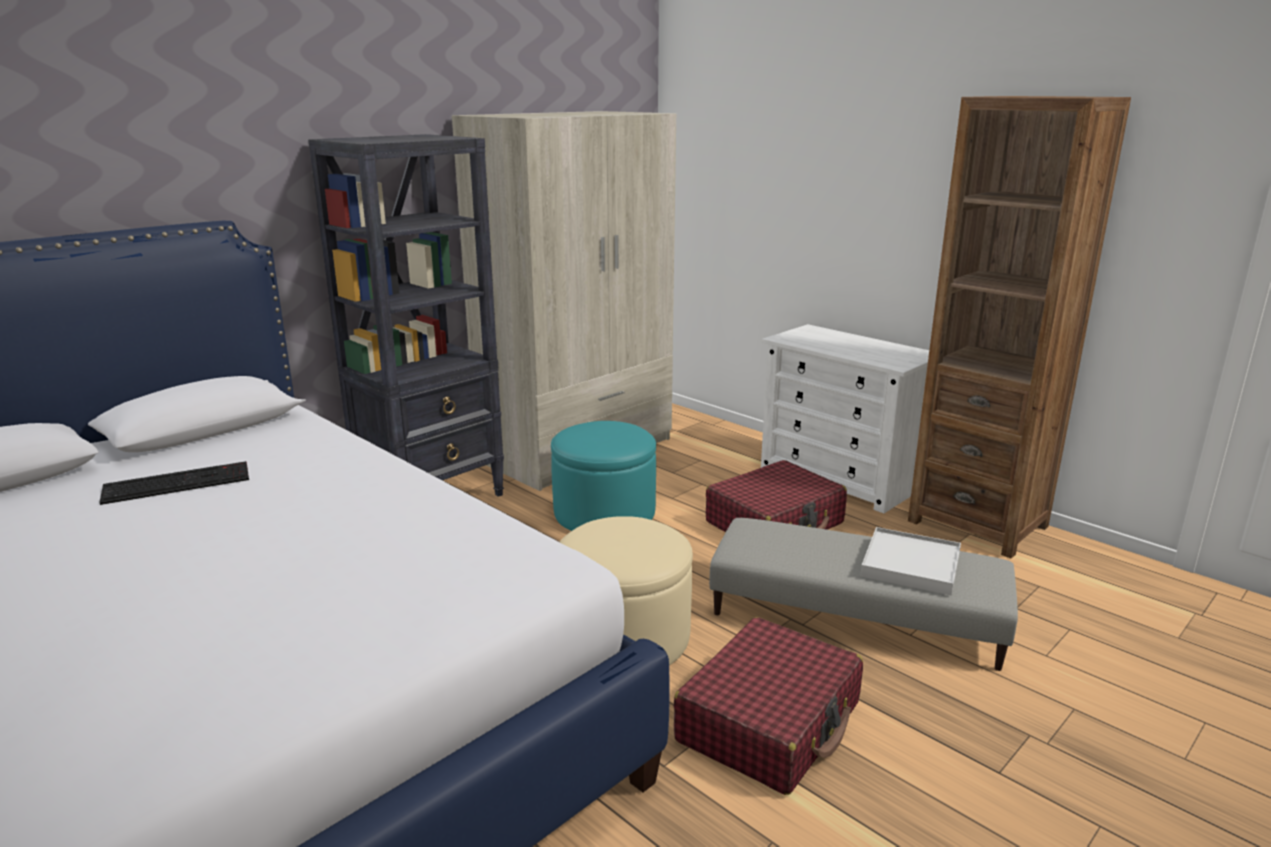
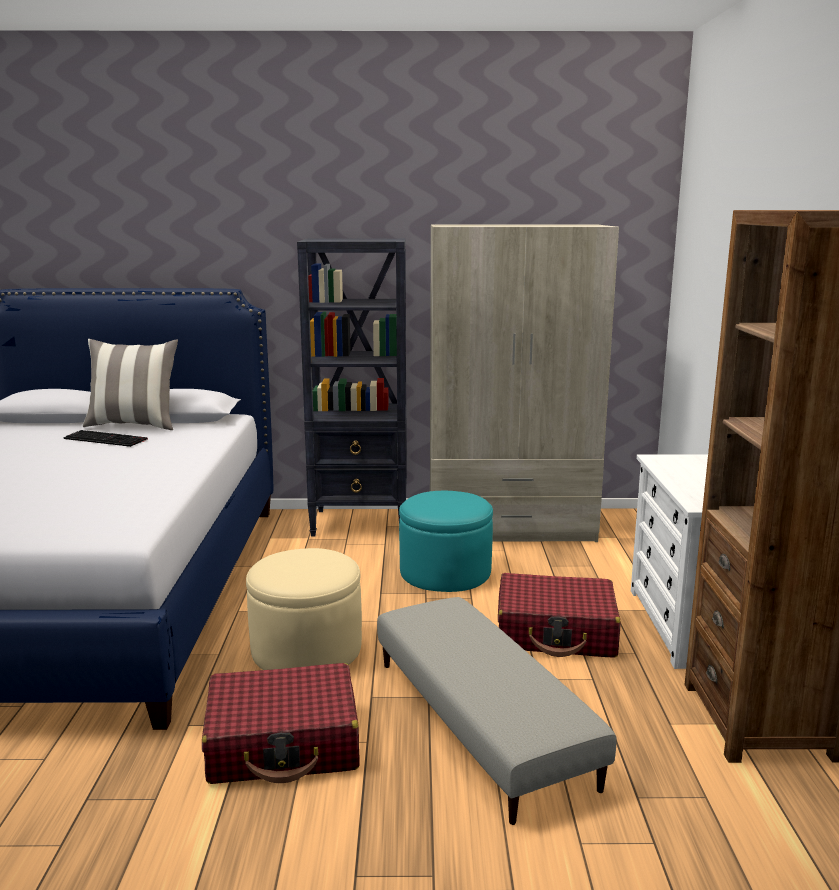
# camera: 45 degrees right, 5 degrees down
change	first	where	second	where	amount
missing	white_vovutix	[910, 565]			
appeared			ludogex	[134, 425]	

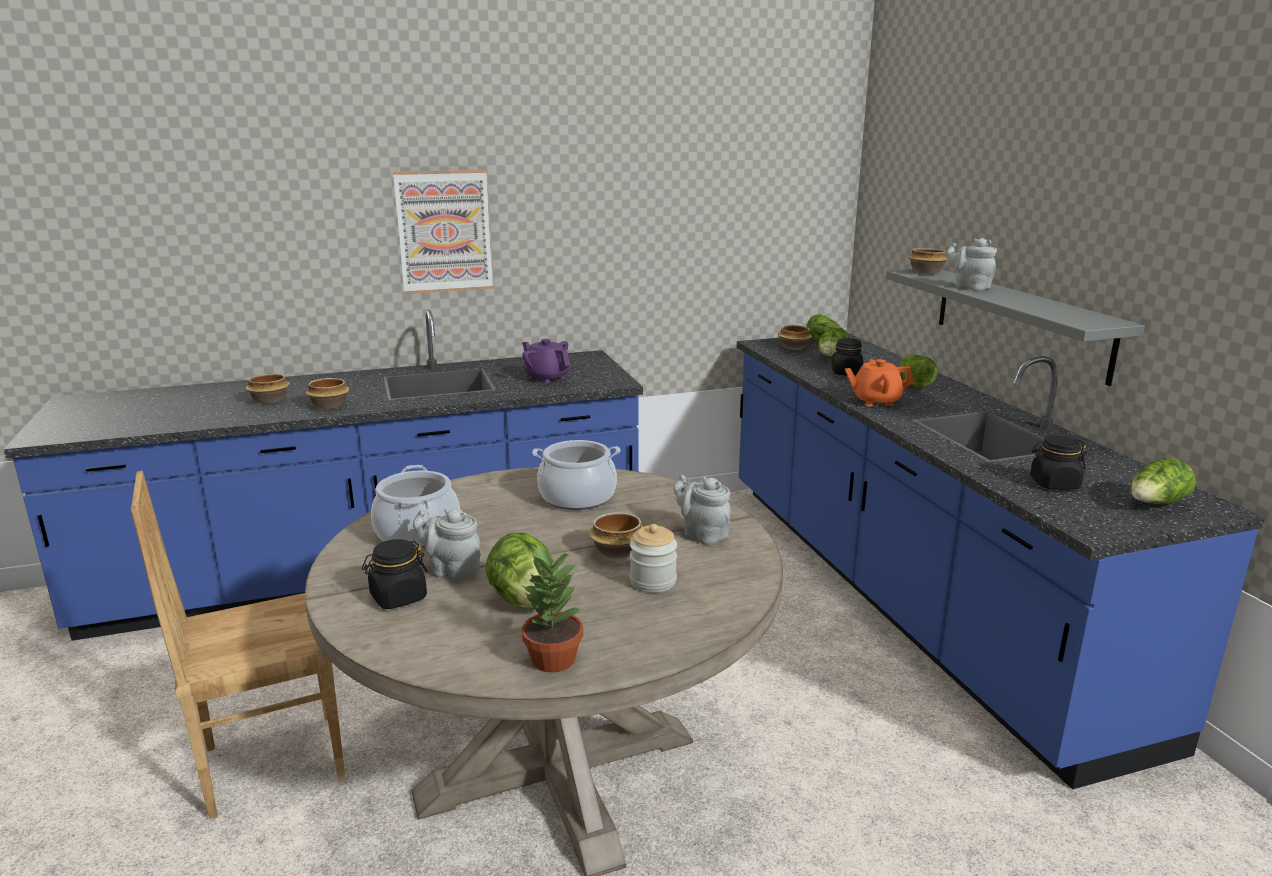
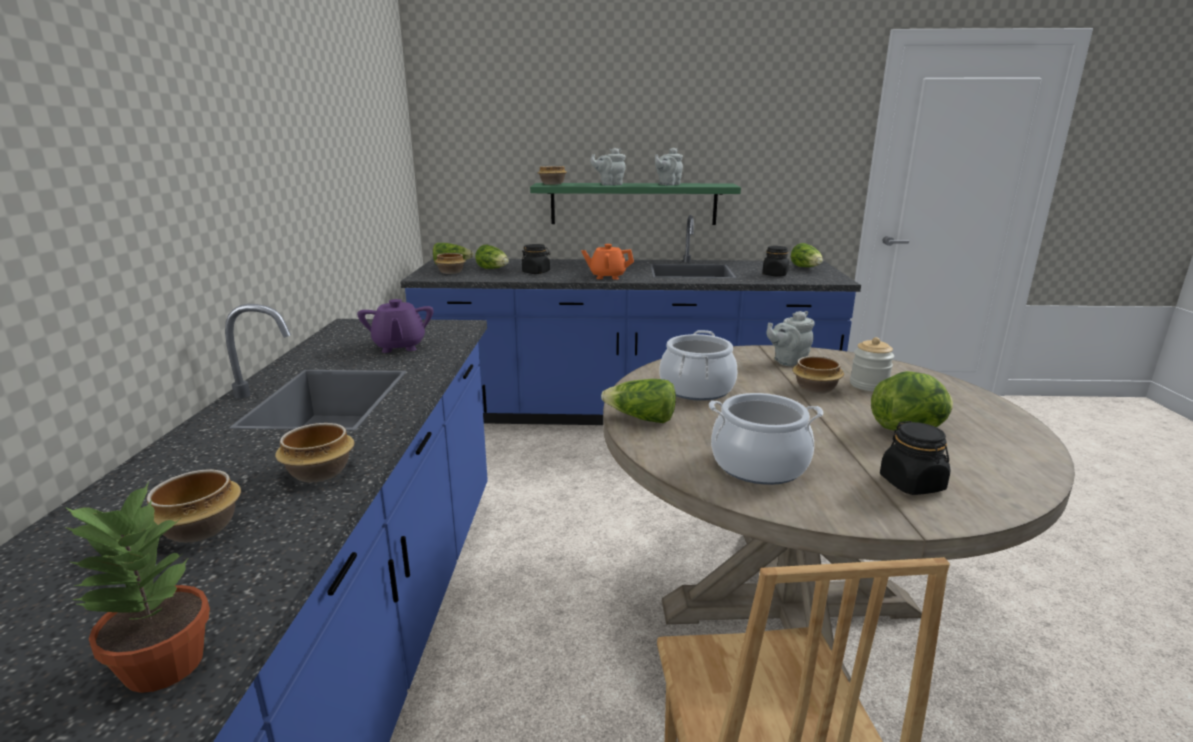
# camera: 70 degrees left, 0 degrees up
change	first	where	second	where	amount
missing	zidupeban	[444, 231]			
relocated	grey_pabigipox	[451, 570]		[668, 184]	
relocated	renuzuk	[552, 659]		[162, 666]	
relocated	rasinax	[914, 383]		[641, 419]	
colour	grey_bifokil	[1019, 322]	green_bifokil	[633, 204]	
spun	purple_pabigipox	[546, 378]		[399, 346]	75 degrees counterclockwise
spun	orange_pabigipox	[875, 401]		[607, 276]	75 degrees clockwise

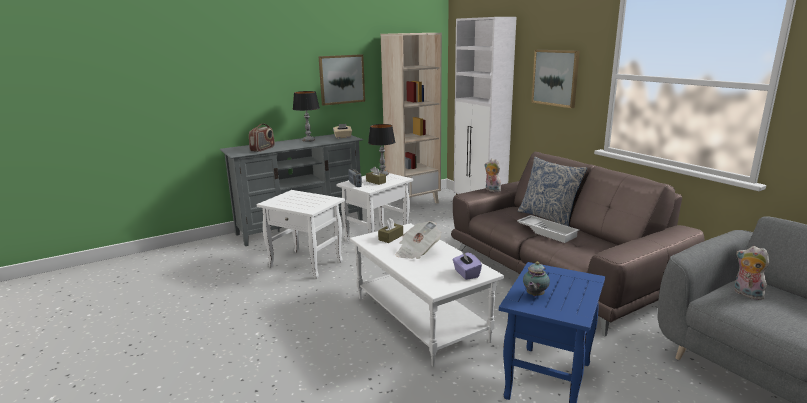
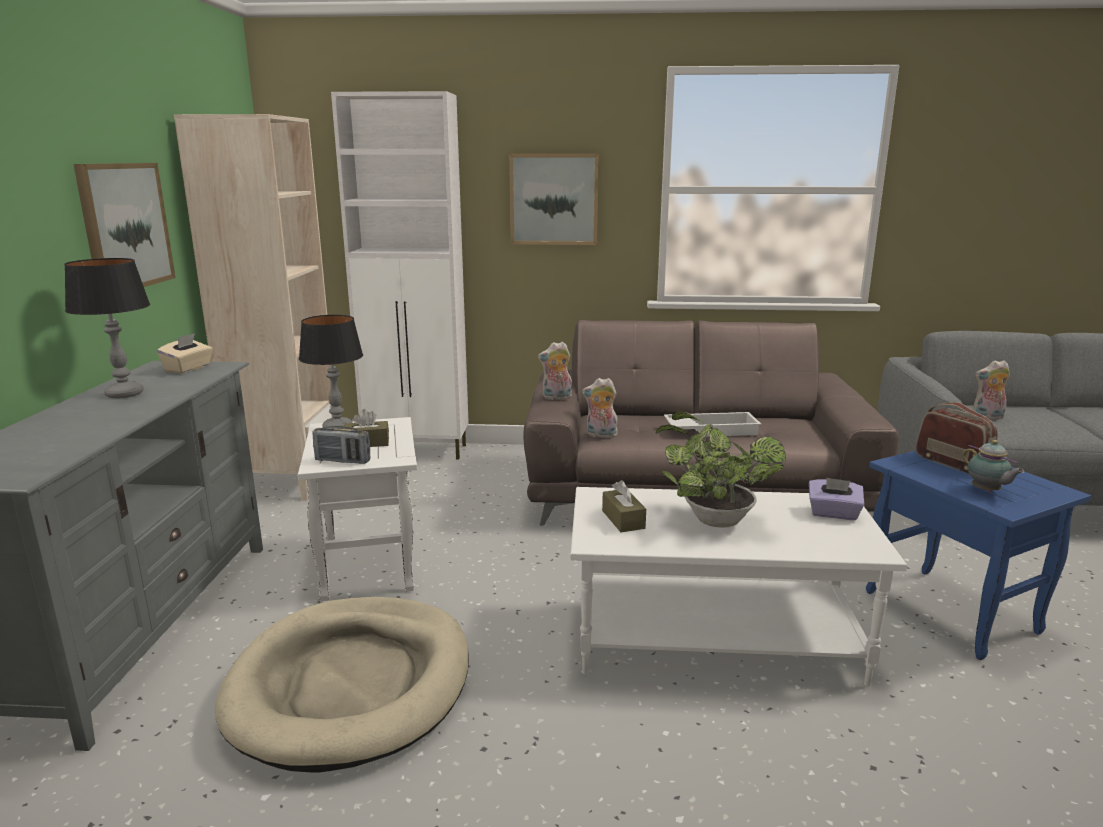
# camera: 55 degrees left, 0 degrees up
change	first	where	second	where	amount
missing	ludogex	[548, 217]			
appeared			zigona	[600, 435]	
relocated	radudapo	[263, 149]		[952, 463]	
exchanged	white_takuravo	[307, 264]	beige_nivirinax	[351, 685]	
exchanged	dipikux	[417, 252]	renuzuk	[712, 519]	

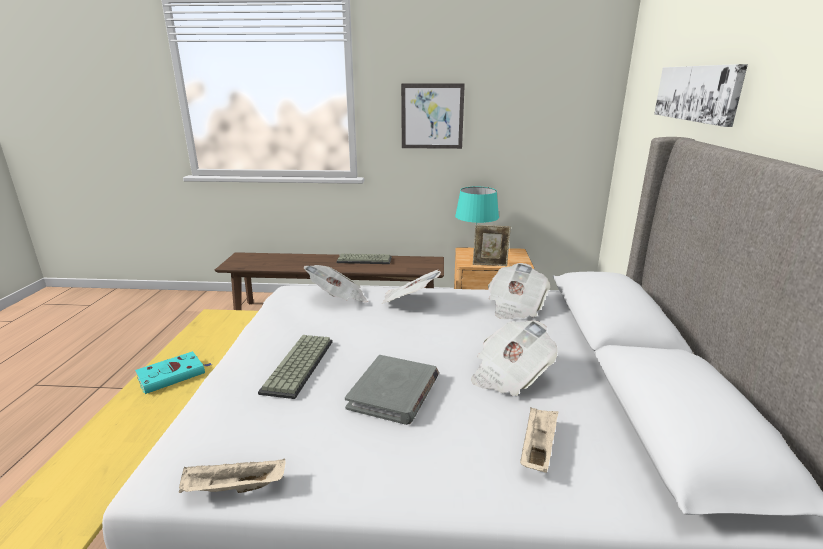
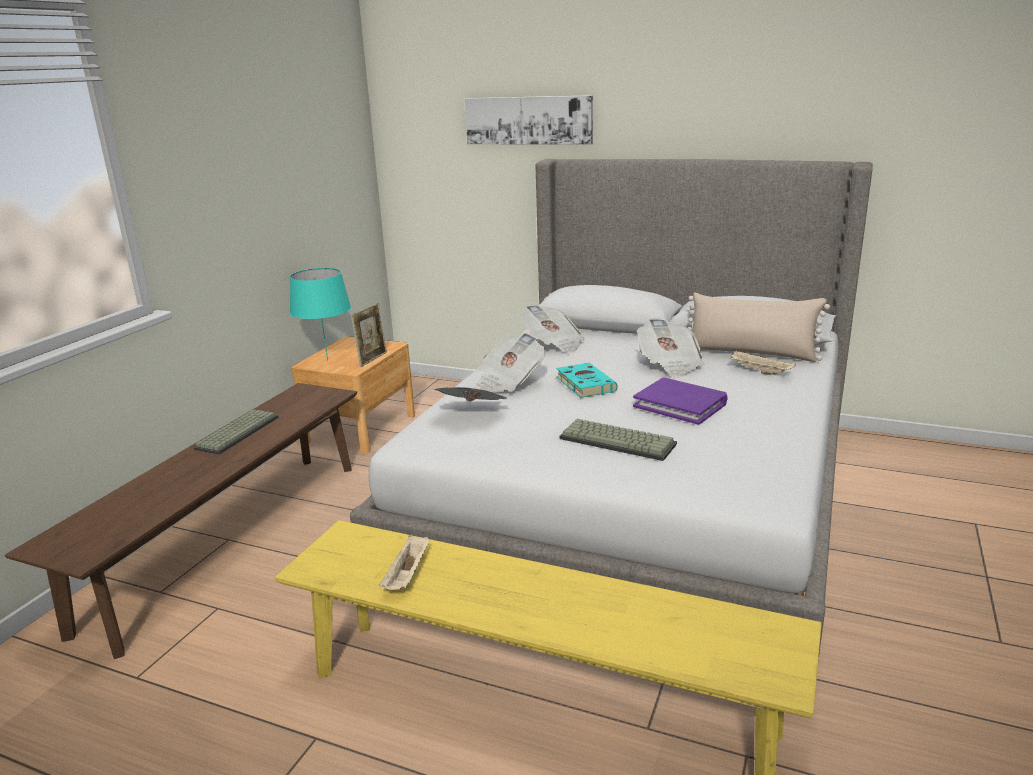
# camera: 70 degrees left, 0 degrees up
change	first	where	second	where	amount
missing	zidupeban	[432, 116]			
appeared			beige_ludogex	[751, 353]	
relocated	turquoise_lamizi	[173, 375]		[584, 383]	
relocated	beige_vovutix	[233, 489]		[407, 575]	
colour	grey_lamizi	[394, 392]	purple_lamizi	[680, 404]	

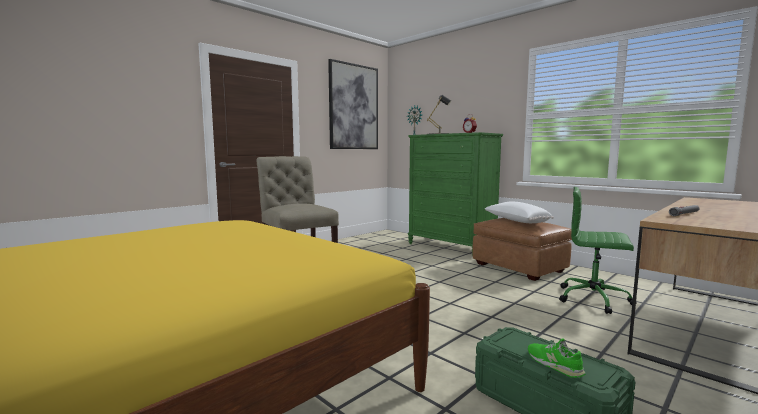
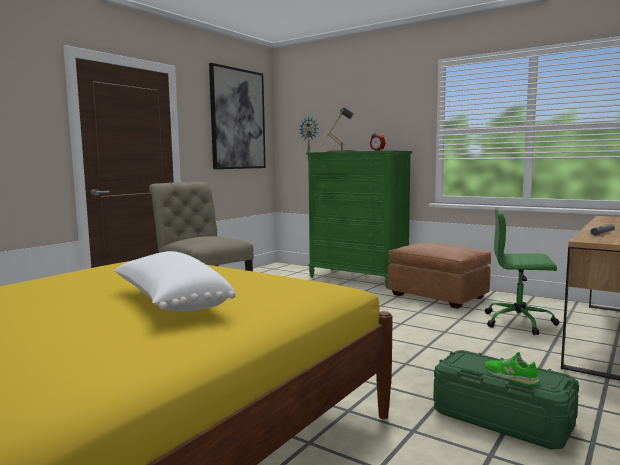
# camera: 10 degrees left, 0 degrees up
change	first	where	second	where	amount
relocated	white_ludogex	[516, 221]		[170, 302]	

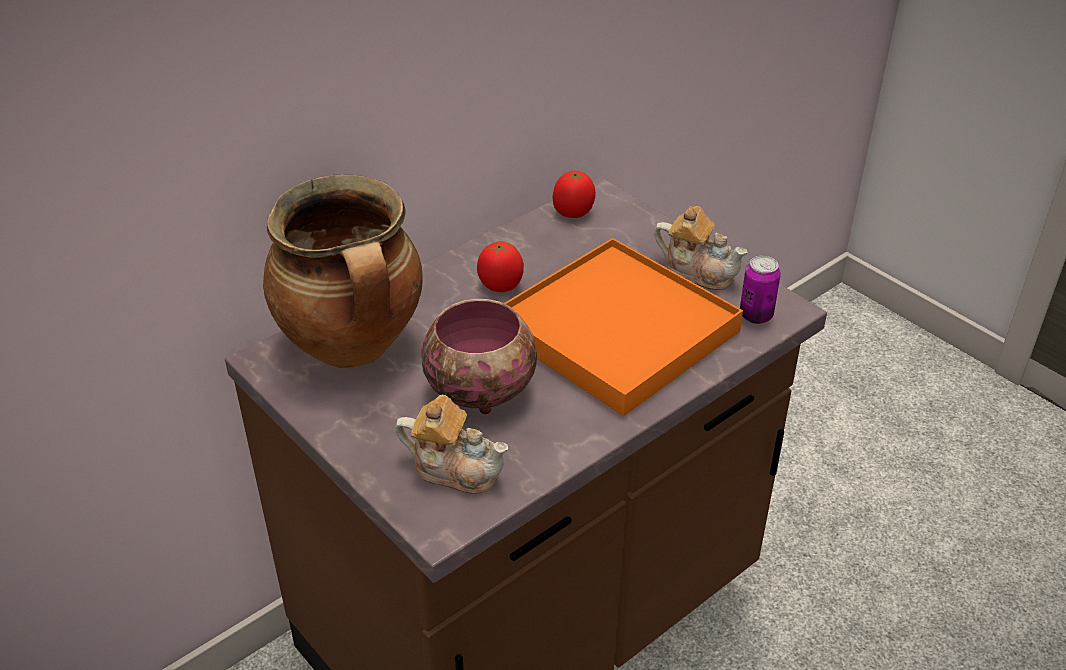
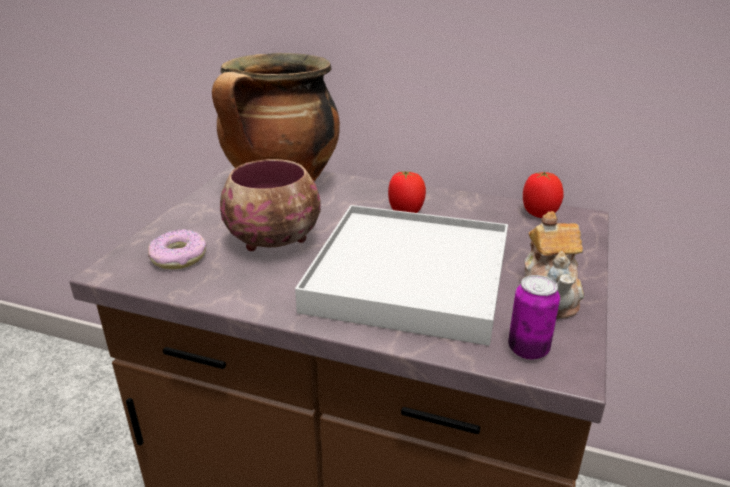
# camera: 60 degrees right, 10 degrees down
change	first	where	second	where	amount
exchanged	pabigipox	[455, 468]	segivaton	[179, 257]	
colour	orange_vovutix	[617, 331]	white_vovutix	[410, 277]	

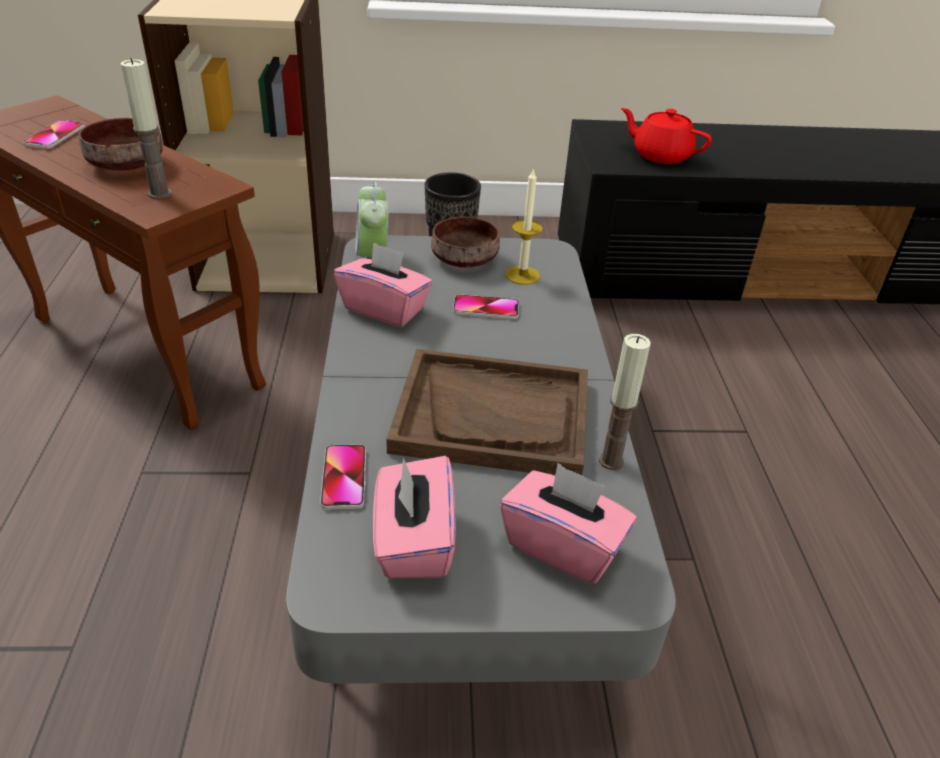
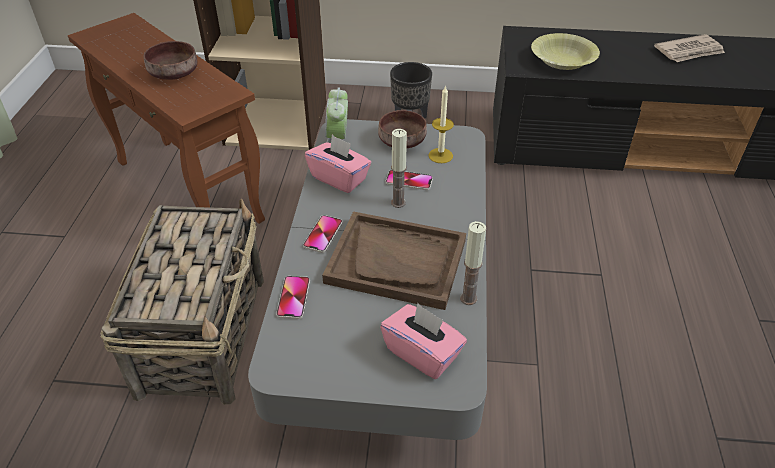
# camera: 10 degrees right, 5 degrees up
change	first	where	second	where	amount
missing	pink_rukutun	[413, 542]			
appeared			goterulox	[204, 333]	
appeared			dipikux	[689, 51]	
relocated	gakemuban	[55, 136]		[323, 234]	
relocated	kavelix	[160, 193]		[398, 203]	
exchanged	red_pabigipox	[660, 155]	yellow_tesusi	[562, 60]	

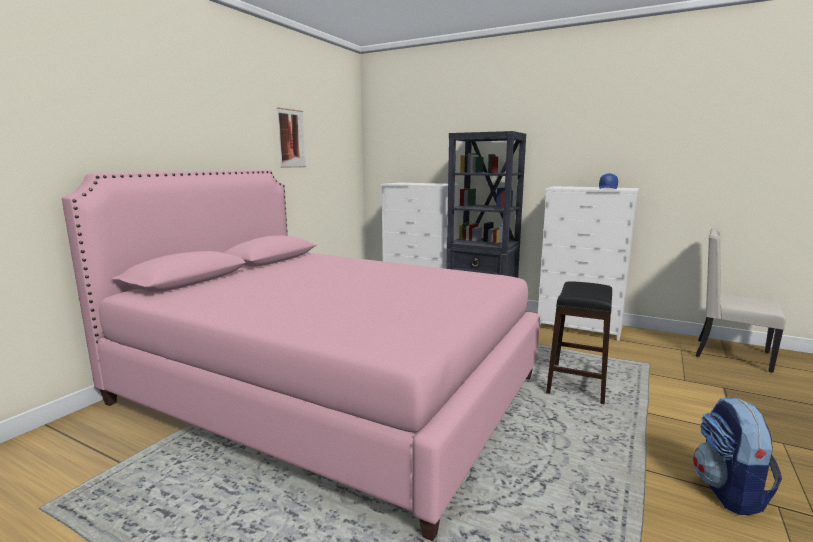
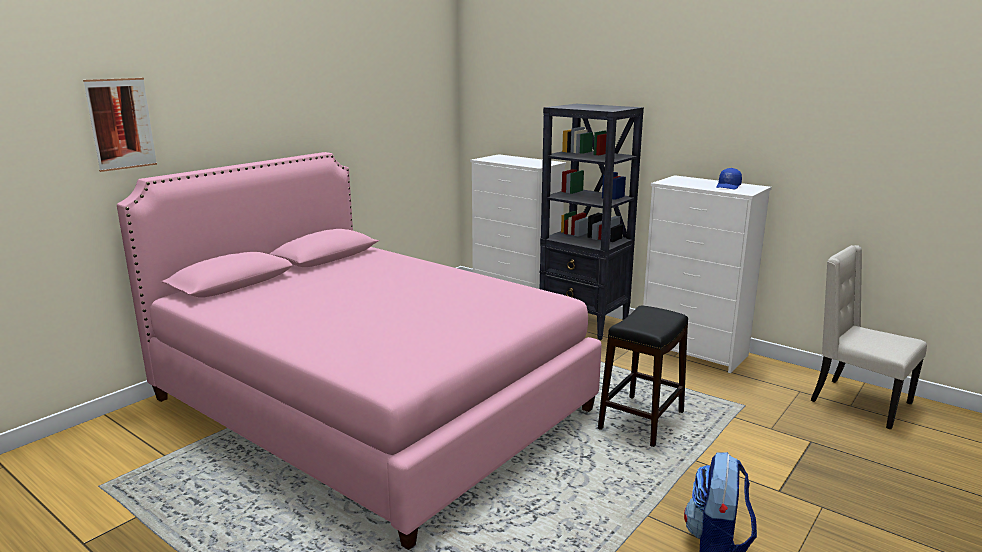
# camera: 10 degrees right, 5 degrees up
change	first	where	second	where	amount
relocated	zidupeban	[291, 138]		[121, 124]	

